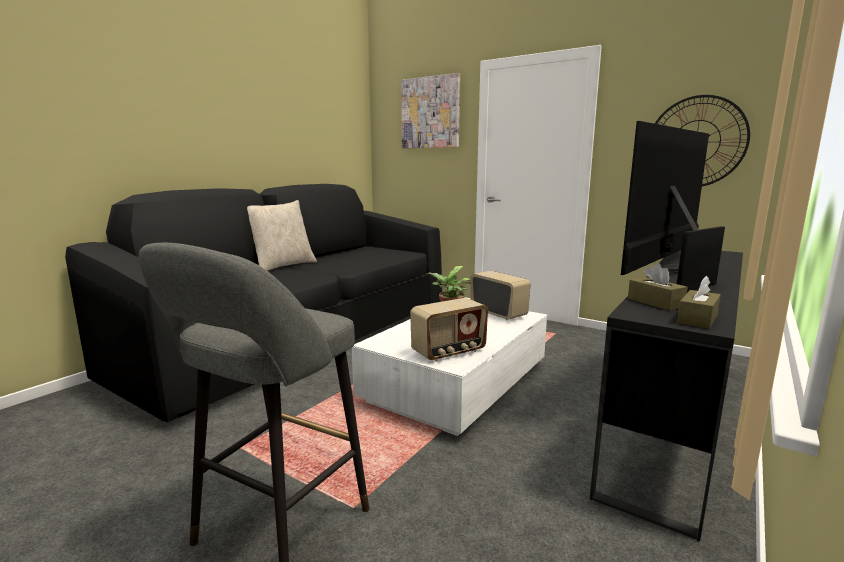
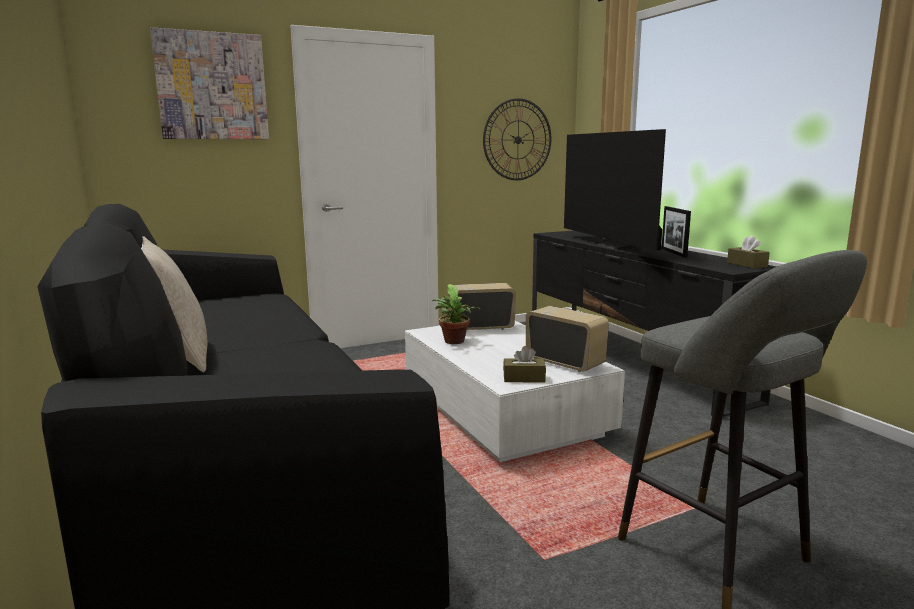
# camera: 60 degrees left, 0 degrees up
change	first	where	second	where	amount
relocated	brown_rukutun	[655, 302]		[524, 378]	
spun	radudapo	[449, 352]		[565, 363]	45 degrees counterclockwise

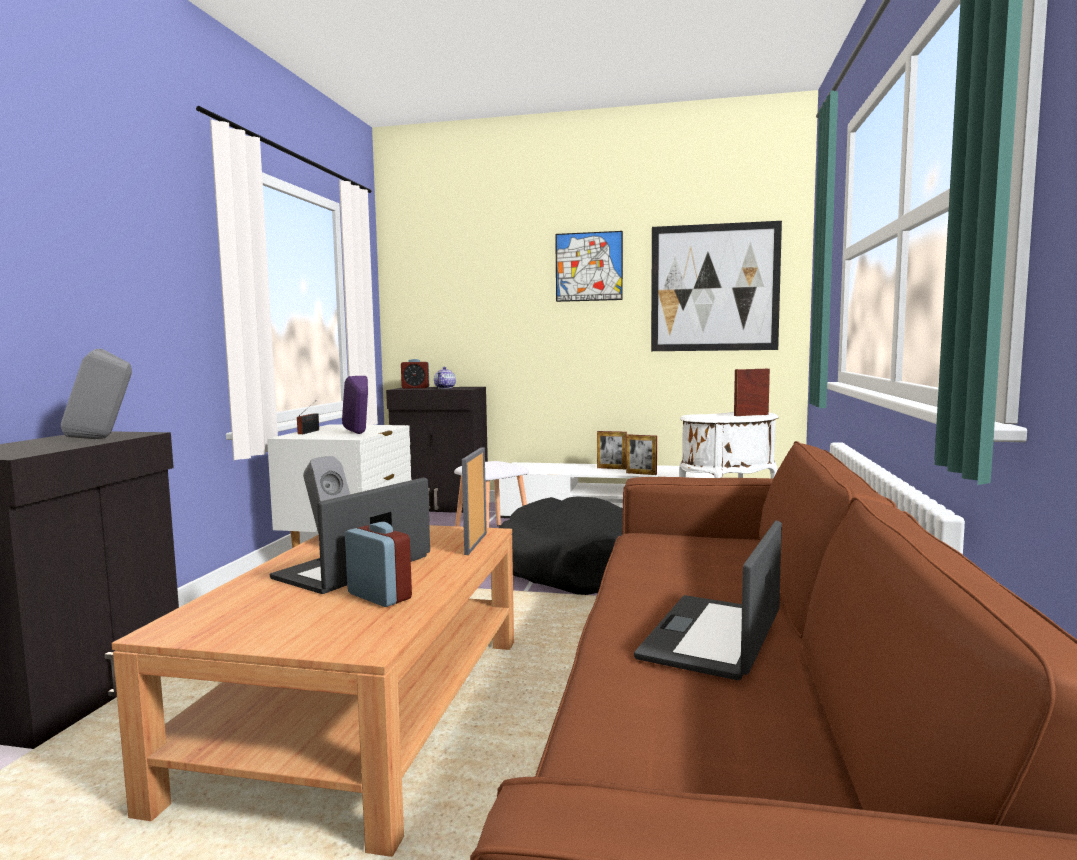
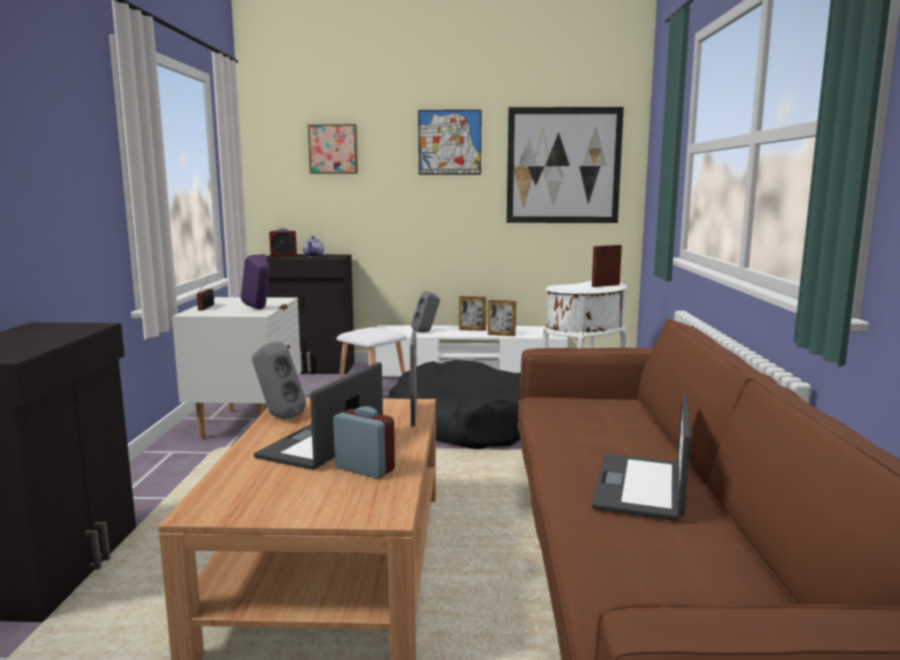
# camera: 10 degrees left, 5 degrees up
change	first	where	second	where	amount
appeared			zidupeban	[333, 149]	
relocated	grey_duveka	[101, 438]		[426, 331]	

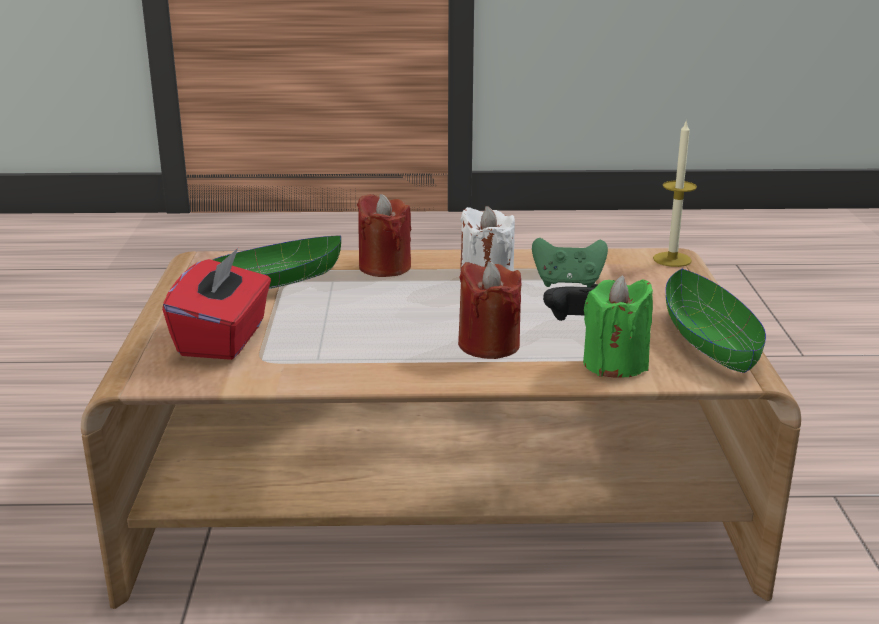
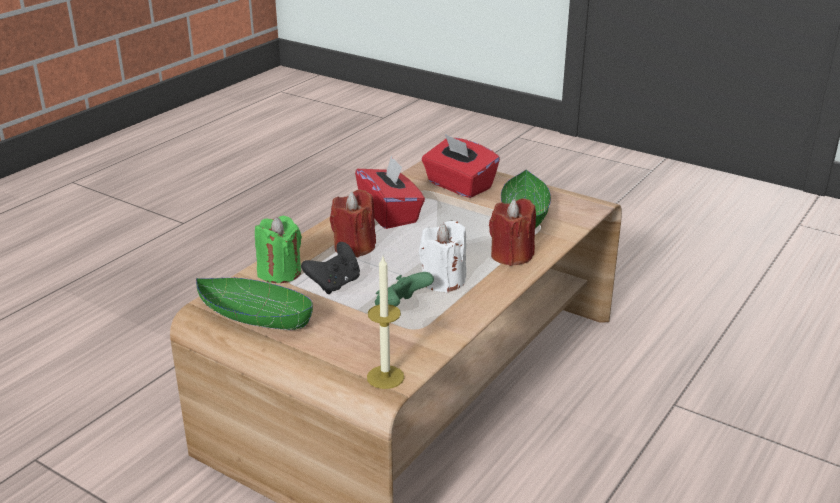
# camera: 125 degrees right, 5 degrees up
change	first	where	second	where	amount
appeared			red_rukutun	[390, 214]	

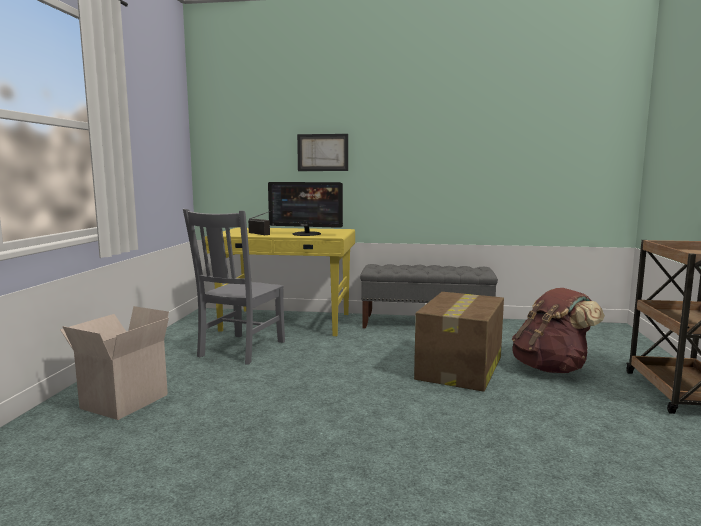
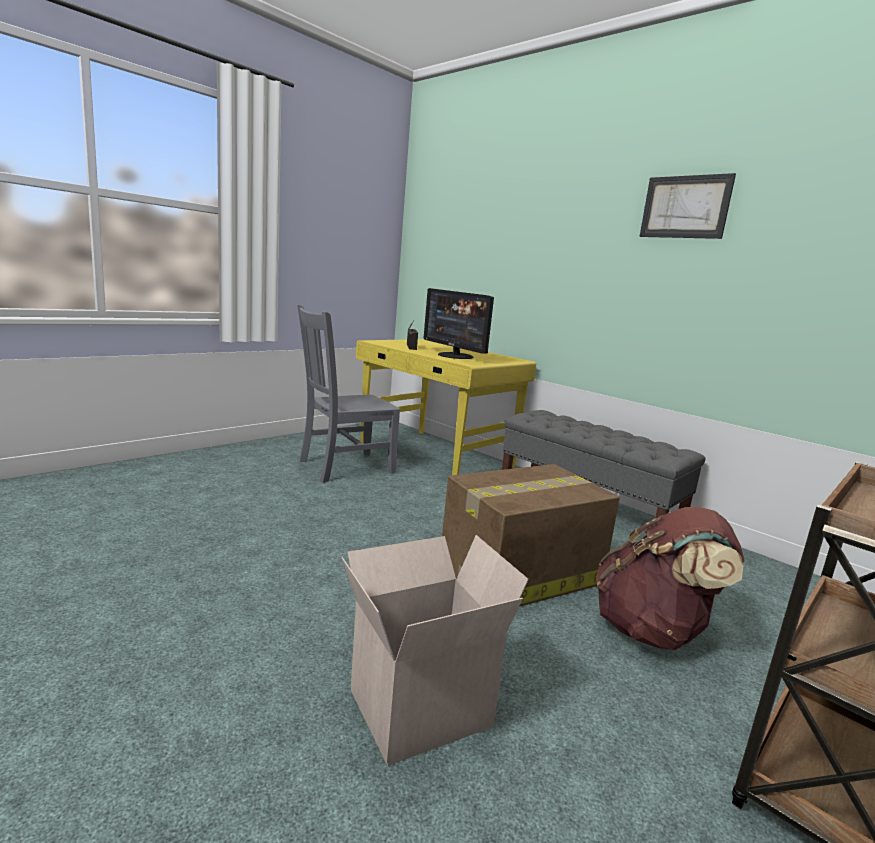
# camera: 35 degrees right, 5 degrees up
change	first	where	second	where	amount
relocated	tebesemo	[124, 400]		[420, 704]	
relocated	zidupeban	[322, 152]		[685, 207]	

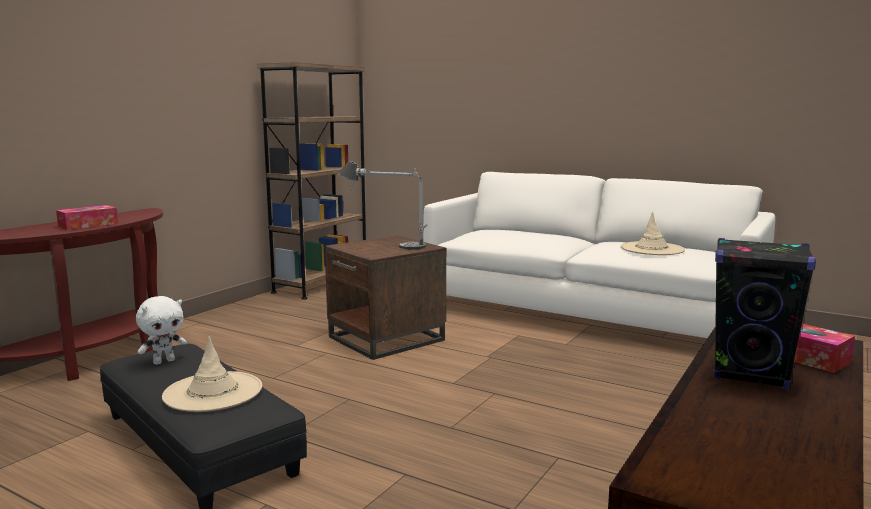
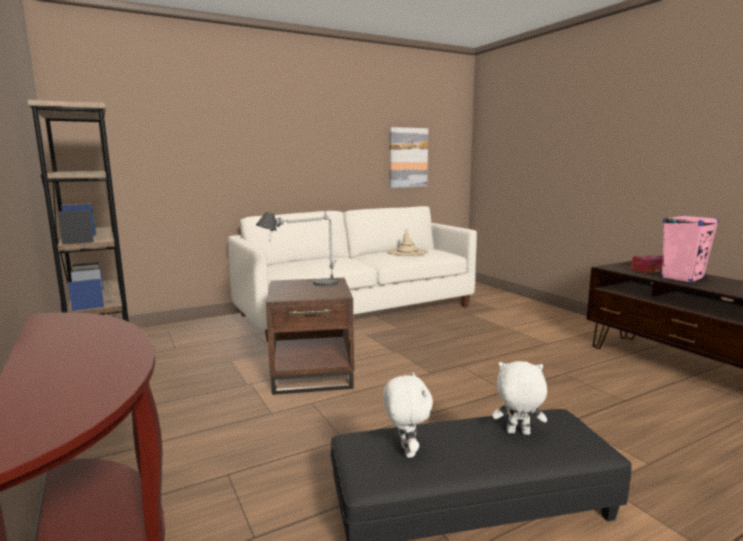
# camera: 60 degrees left, 0 degrees up
change	first	where	second	where	amount
missing	rukutun	[88, 225]			
appeared			zidupeban	[408, 157]	
exchanged	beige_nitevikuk	[213, 392]	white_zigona	[518, 433]	
colour	black_duveka	[751, 375]	pink_duveka	[682, 279]	

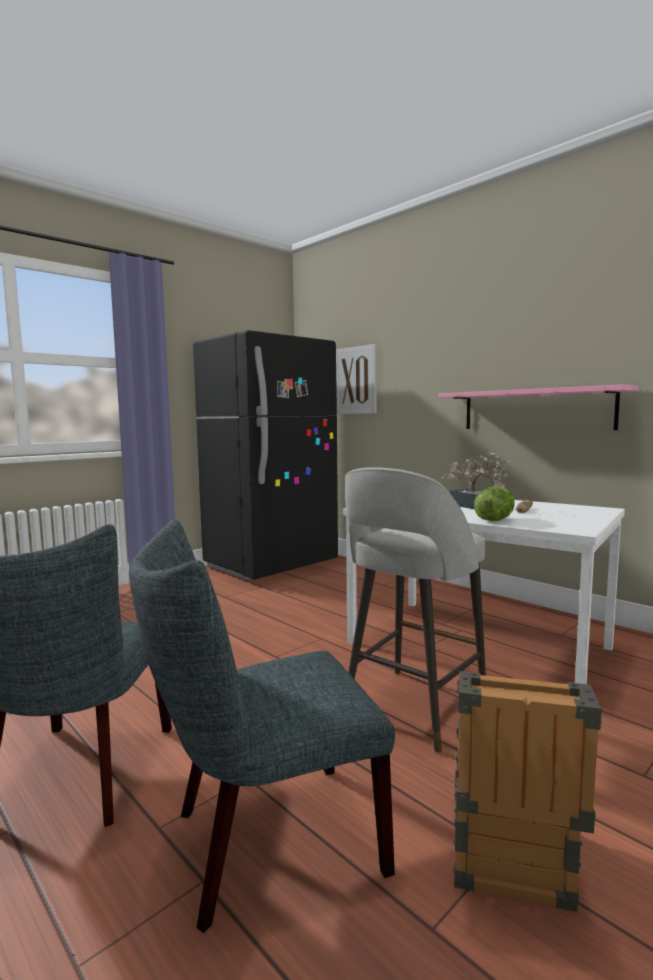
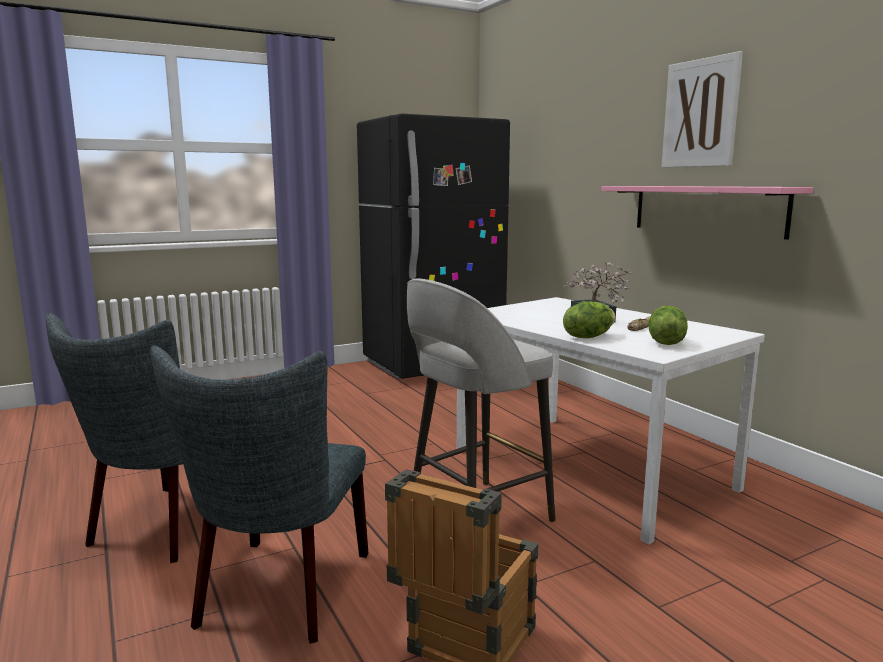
# camera: 15 degrees right, 5 degrees up
change	first	where	second	where	amount
appeared			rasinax	[665, 342]	
relocated	zidupeban	[356, 380]		[700, 113]	
spun	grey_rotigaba	[264, 843]		[279, 595]	75 degrees counterclockwise

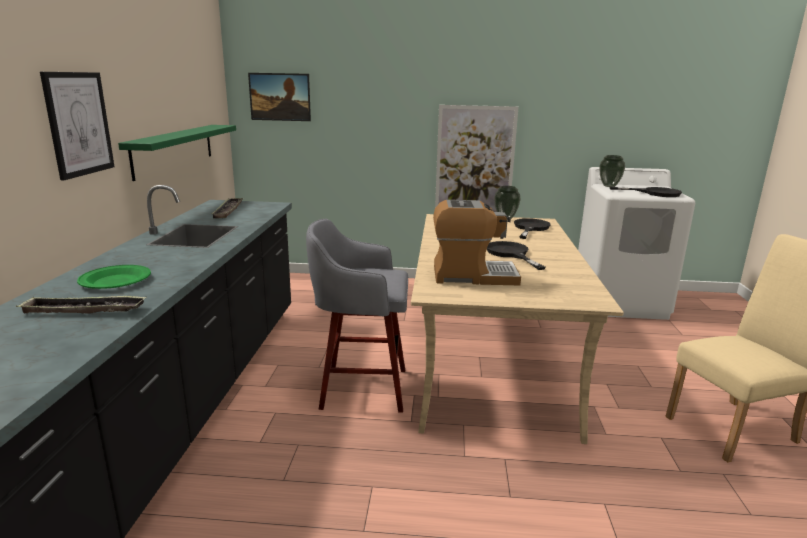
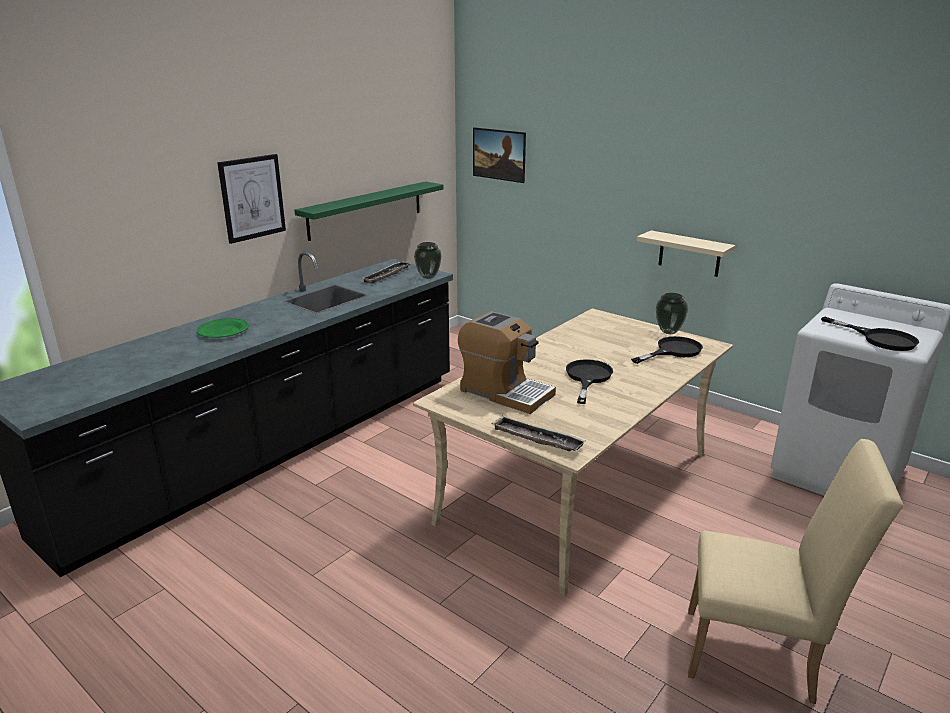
# camera: 35 degrees right, 5 degrees up
change	first	where	second	where	amount
missing	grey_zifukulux	[360, 388]			
relocated	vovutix	[84, 310]		[537, 439]	
relocated	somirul	[609, 186]		[428, 277]	
exchanged	zidupeban	[474, 163]	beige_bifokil	[689, 254]	

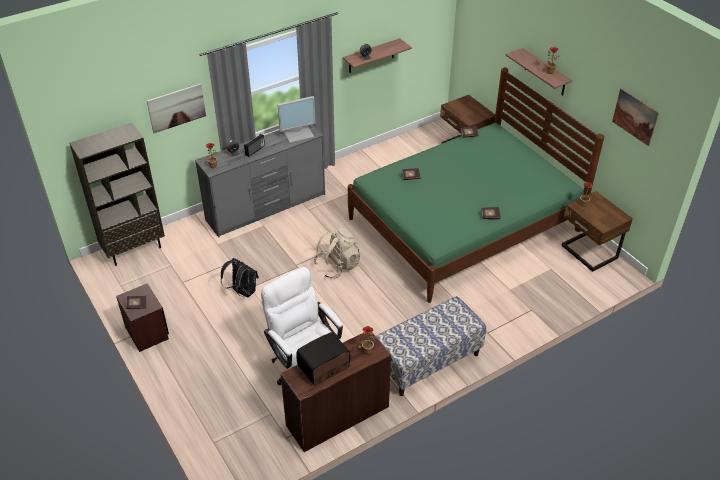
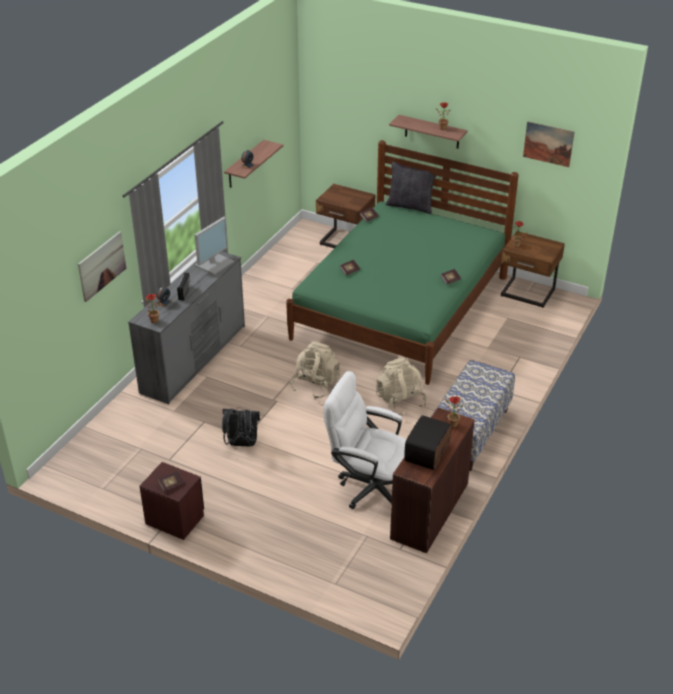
# camera: 30 degrees left, 5 degrees down
change	first	where	second	where	amount
missing	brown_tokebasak	[134, 249]			
appeared			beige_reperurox	[400, 402]	
appeared			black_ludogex	[410, 206]	

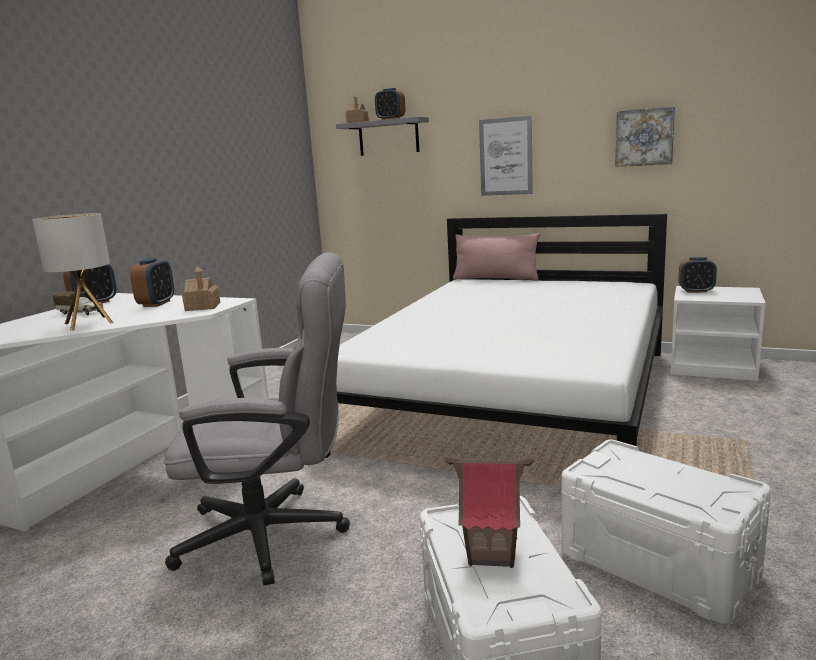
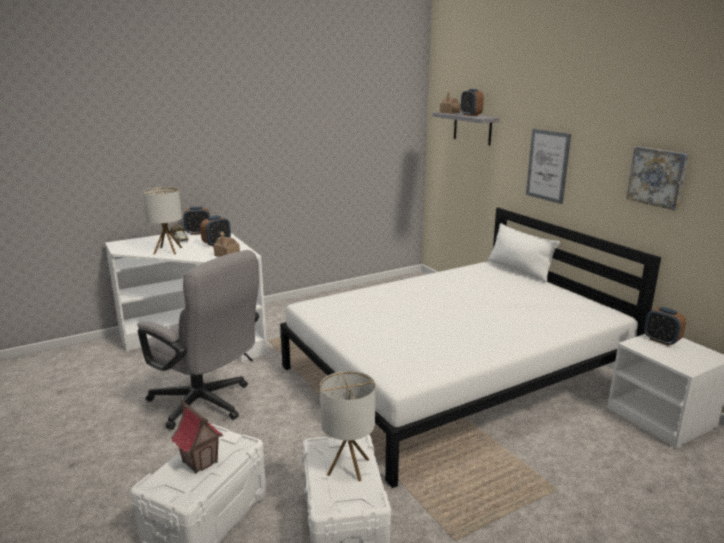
# camera: 35 degrees right, 5 degrees up
change	first	where	second	where	amount
appeared			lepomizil	[348, 467]	
colour	pink_ludogex	[495, 278]	white_ludogex	[519, 270]	

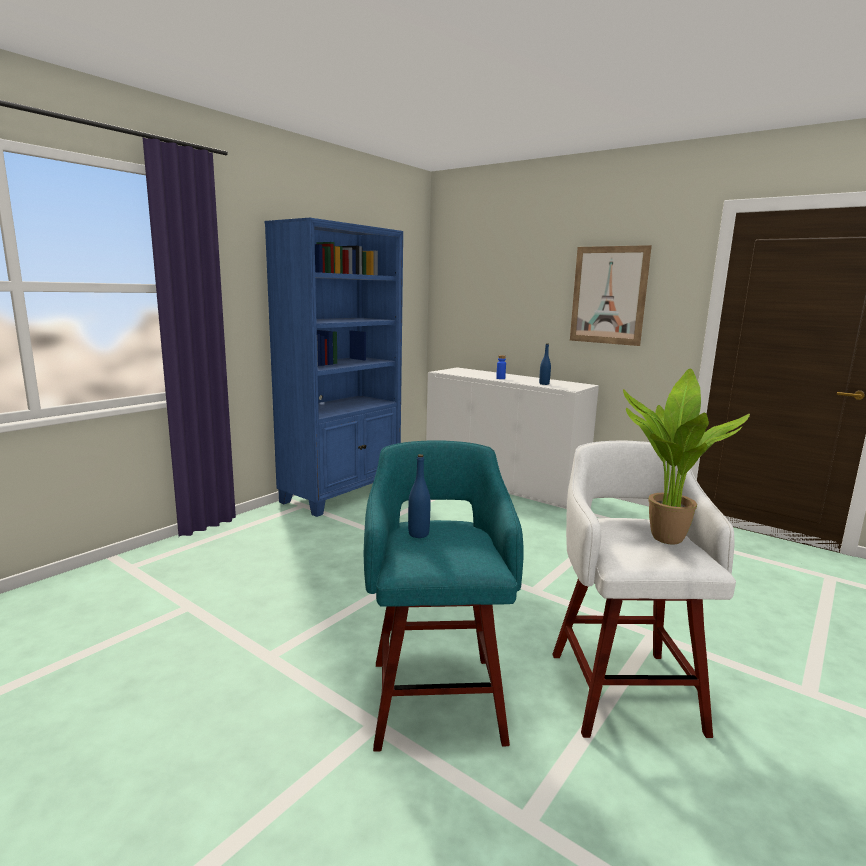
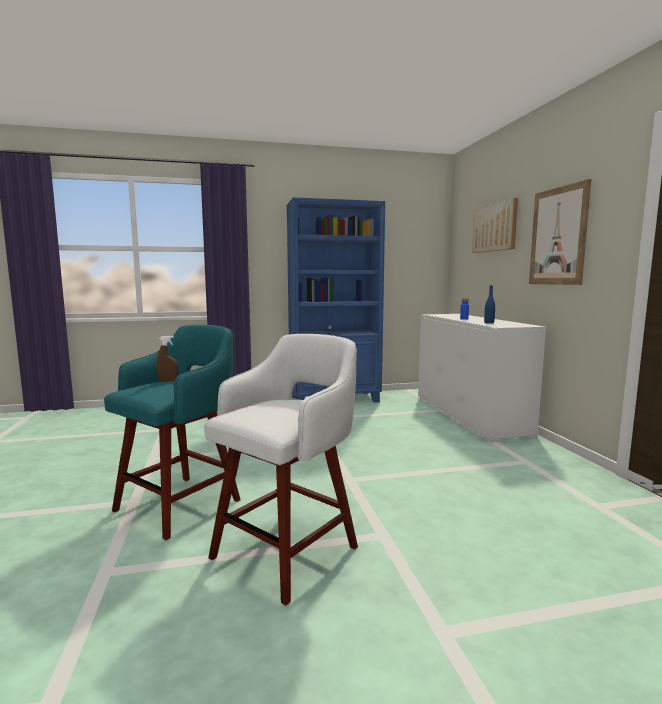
# camera: 40 degrees right, 5 degrees down
change	first	where	second	where	amount
missing	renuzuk	[661, 537]			
appeared			zidupeban	[495, 227]	
exchanged	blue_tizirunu	[418, 534]	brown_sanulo	[168, 381]	

